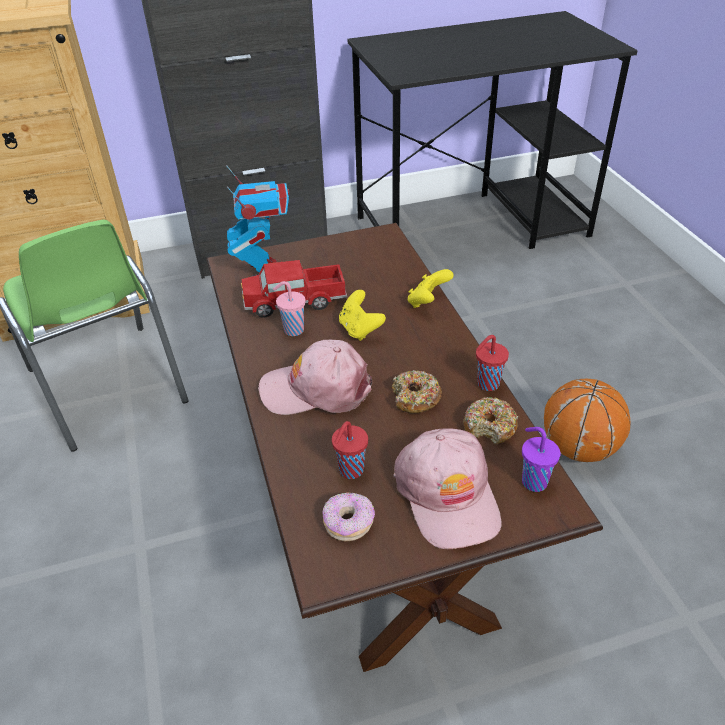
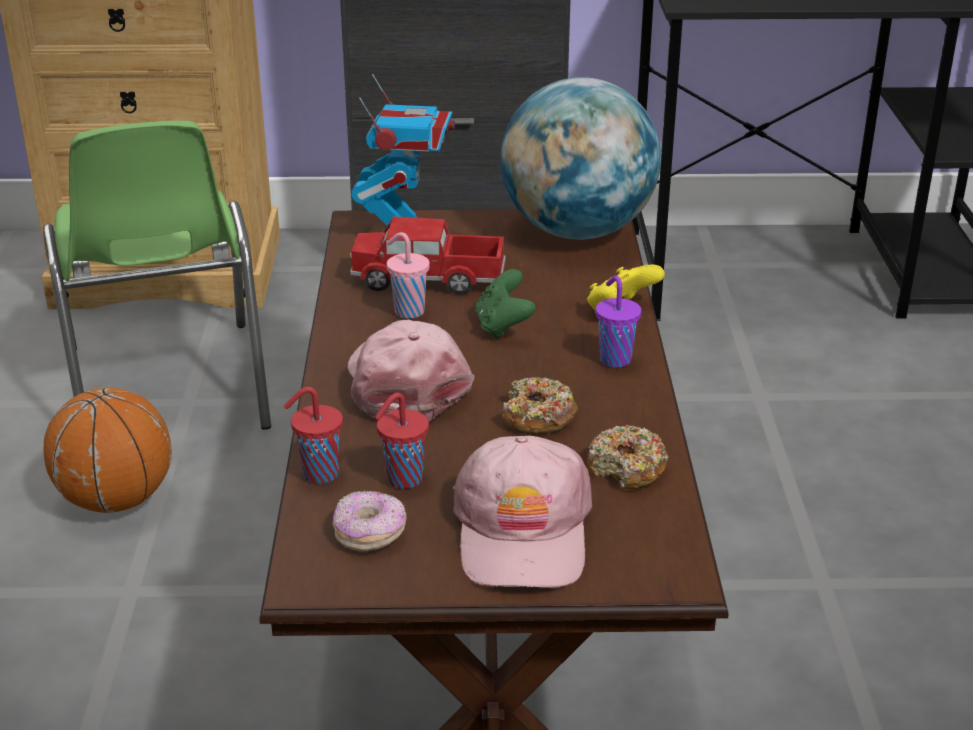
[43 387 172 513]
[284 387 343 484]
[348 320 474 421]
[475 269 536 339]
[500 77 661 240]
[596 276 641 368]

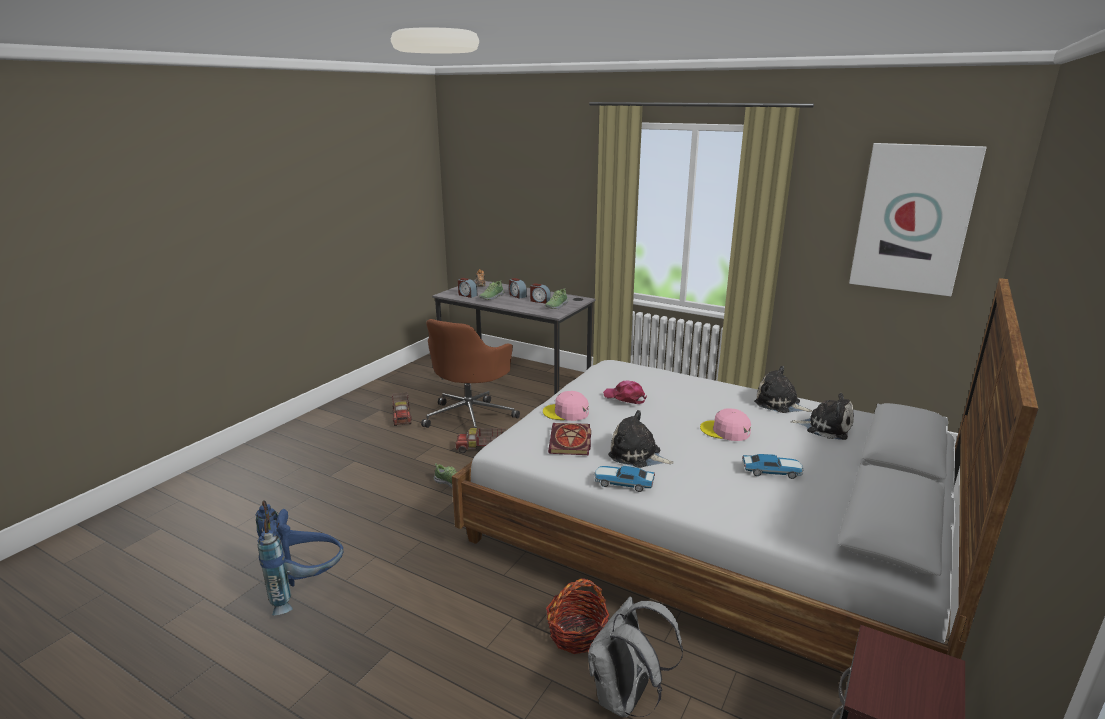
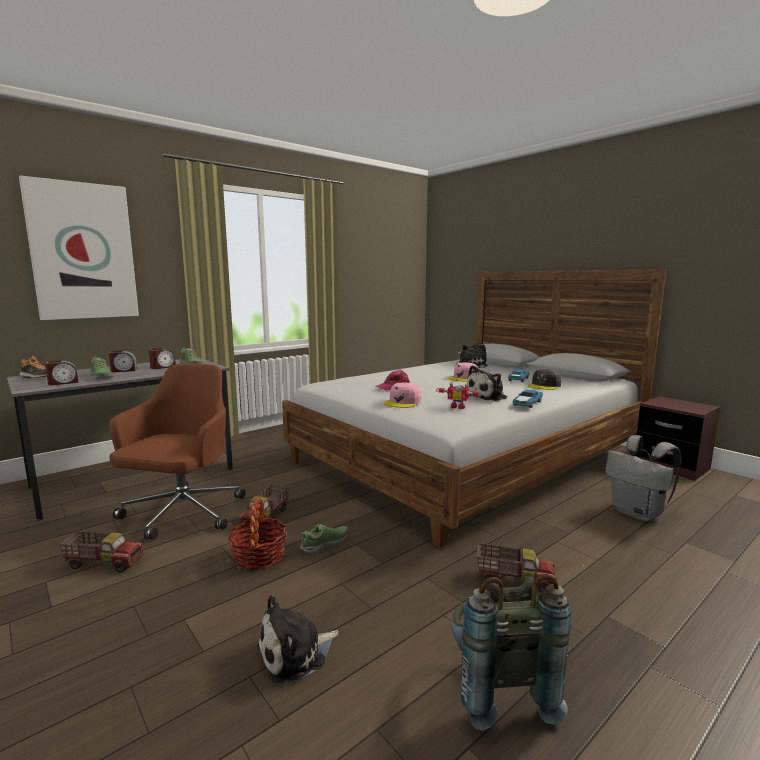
[19 175 139 320]
[109 363 246 540]
[228 499 287 570]
[257 595 339 684]
[436 382 482 409]
[452 574 571 730]
[477 543 556 593]
[528 369 561 390]

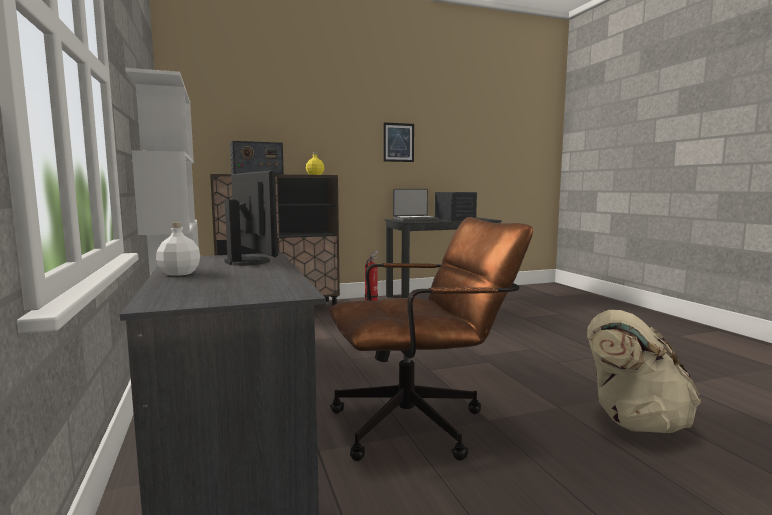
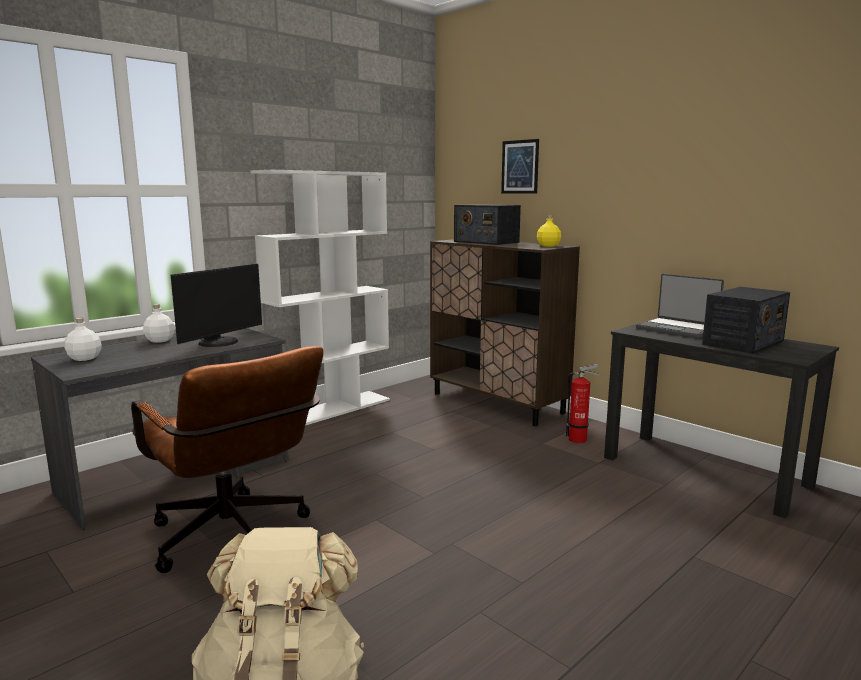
[64 318 102 361]
[501 139 539 194]

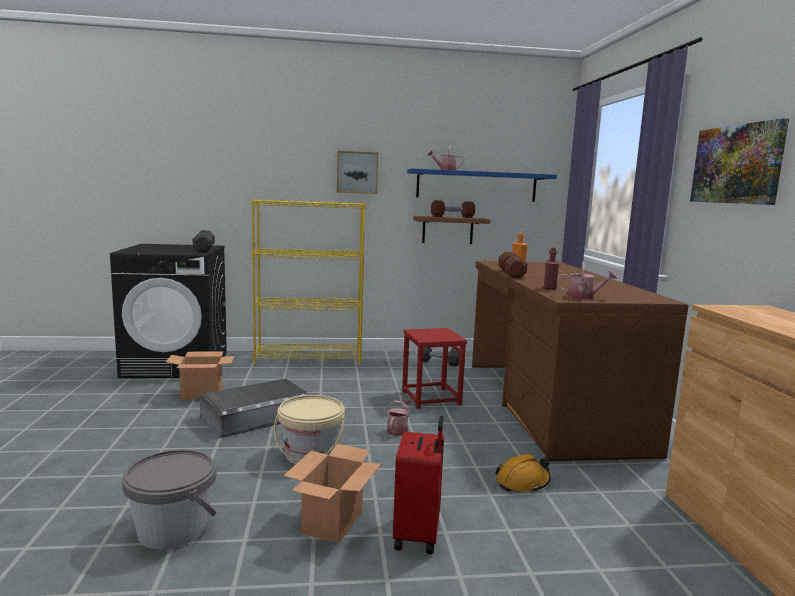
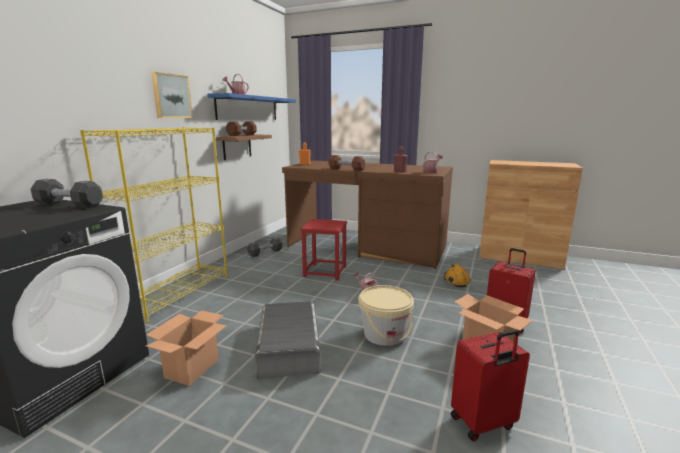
[451 330 530 441]
[690 118 789 205] (first image)

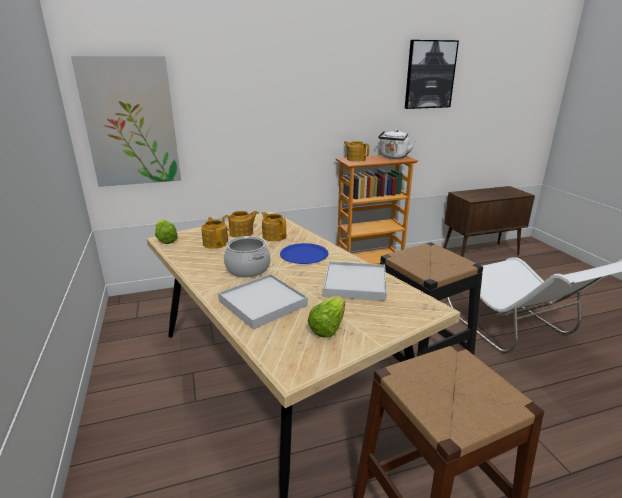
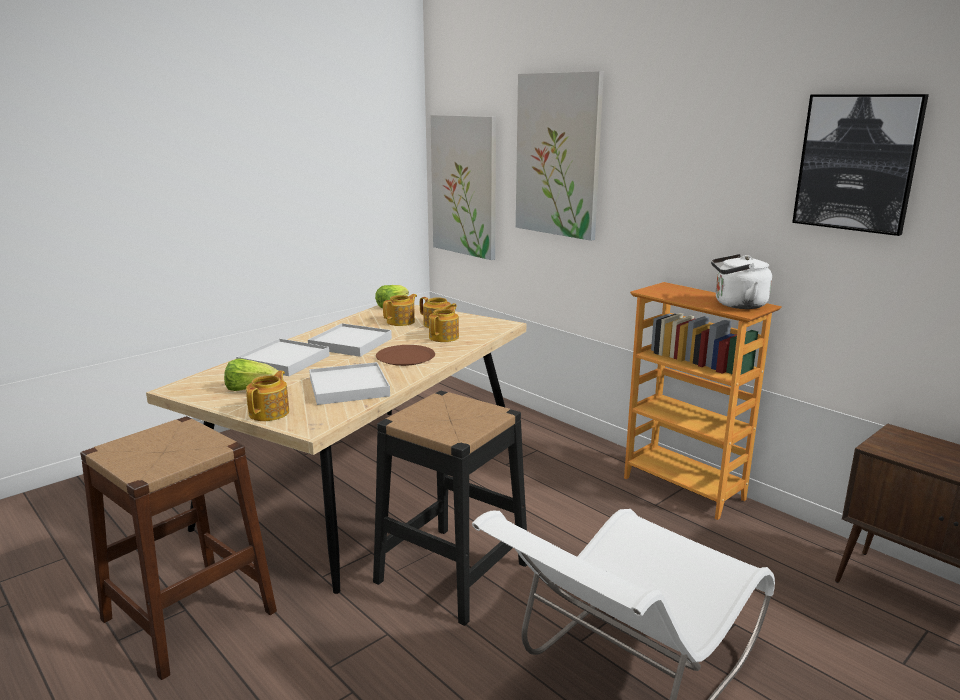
[246 371 289 421]
[308 323 392 357]
[376 345 435 366]
[516 71 604 241]

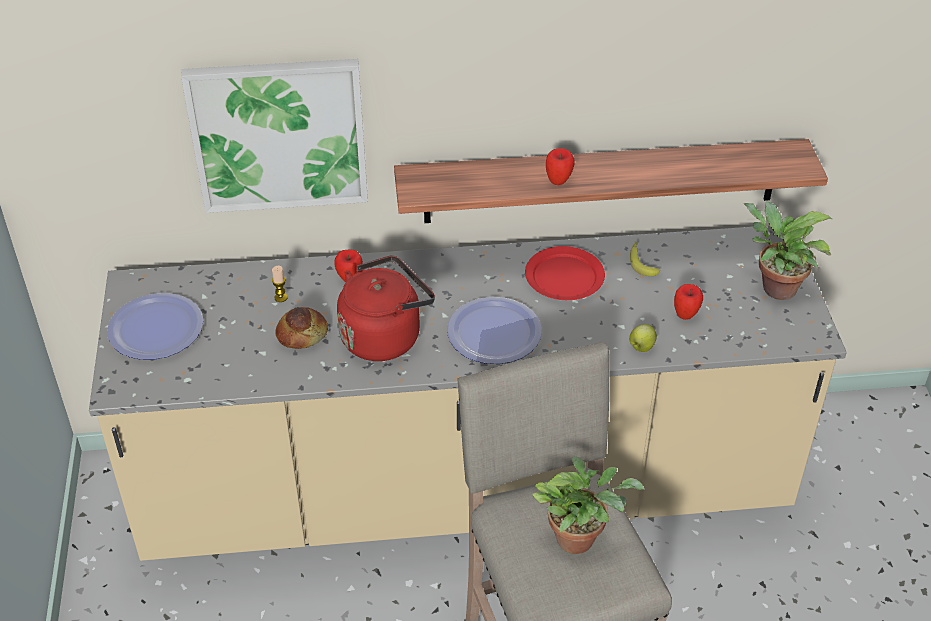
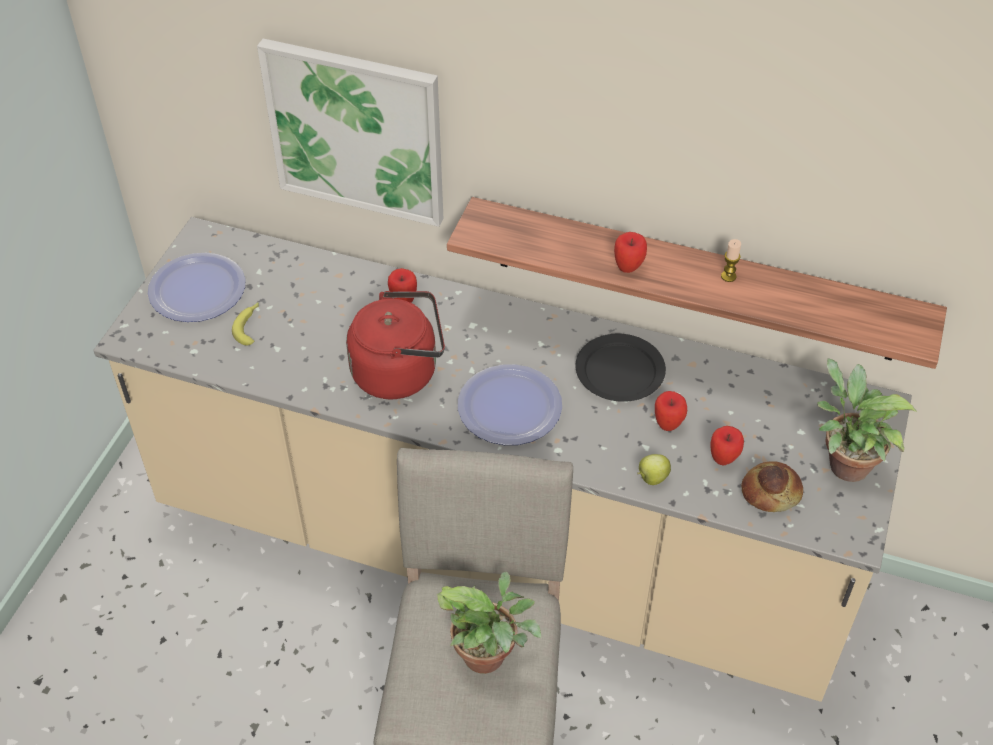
[232 302 259 345]
[575 334 666 402]
[655 391 687 431]
[721 239 741 282]
[741 461 803 512]

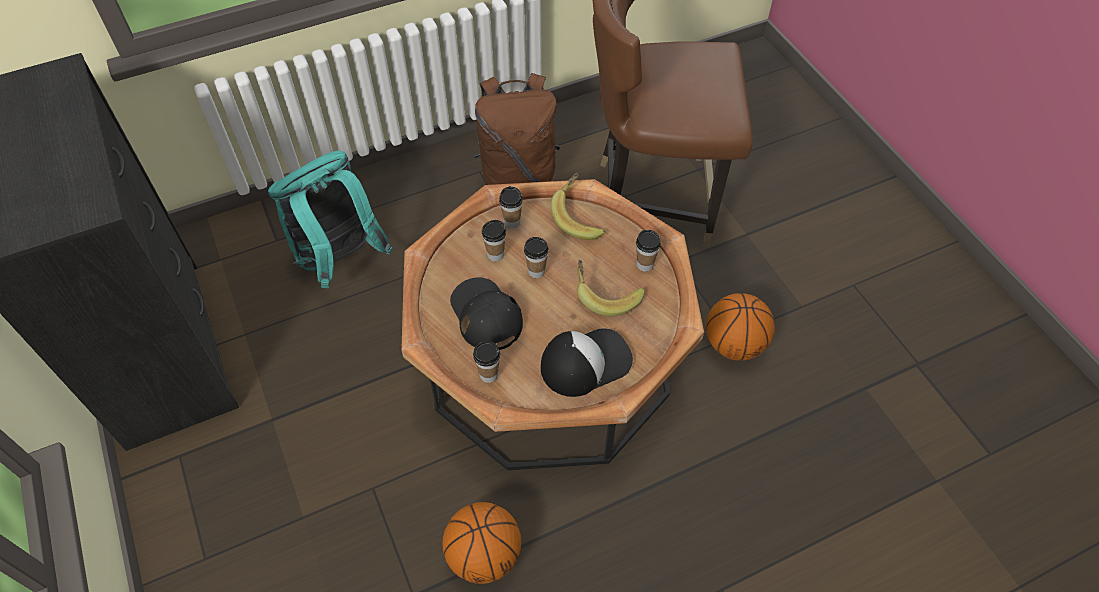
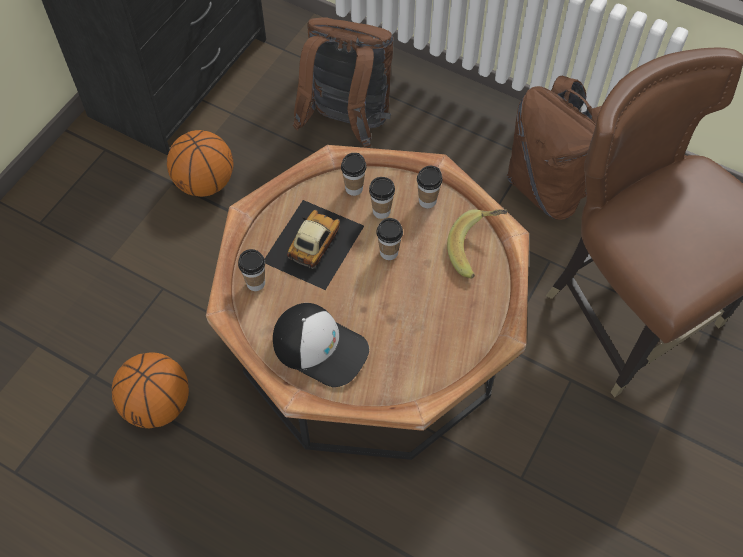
[167 130 233 197]
[265 200 364 290]
[293 17 394 148]
[341 153 366 196]
[577 260 645 316] (first image)

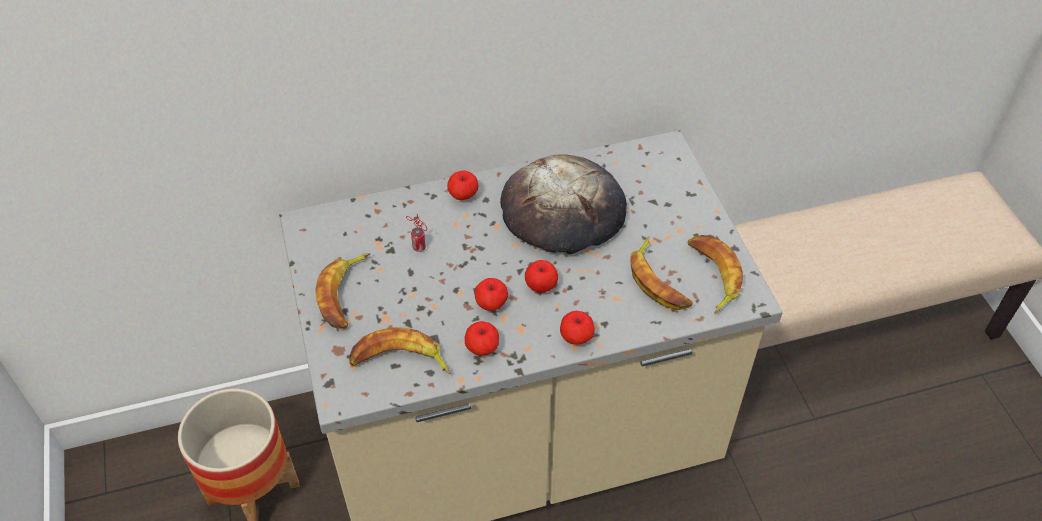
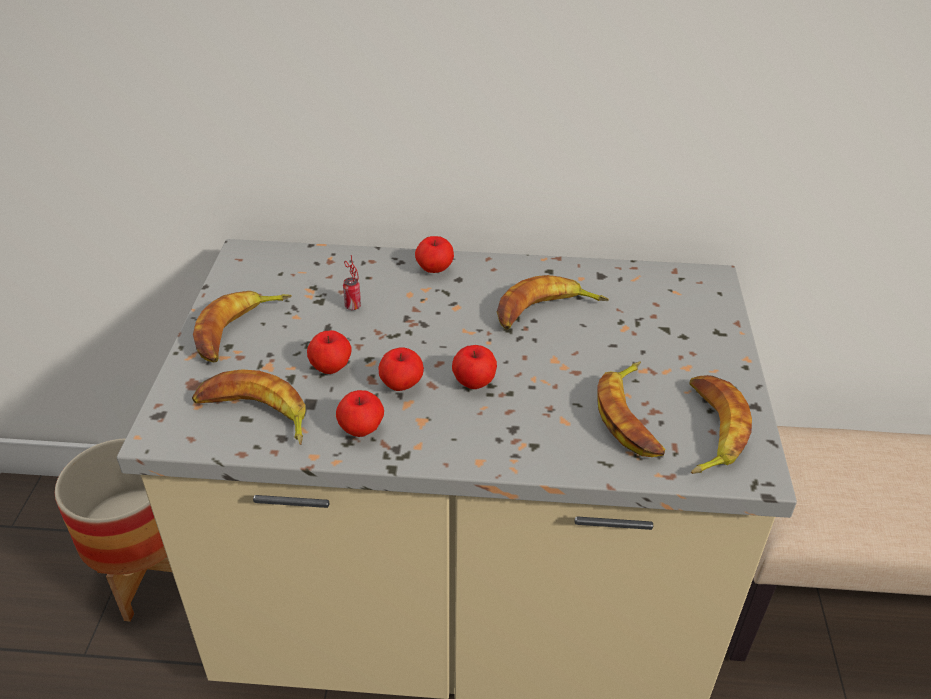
[307 330 352 374]
[497 275 609 330]

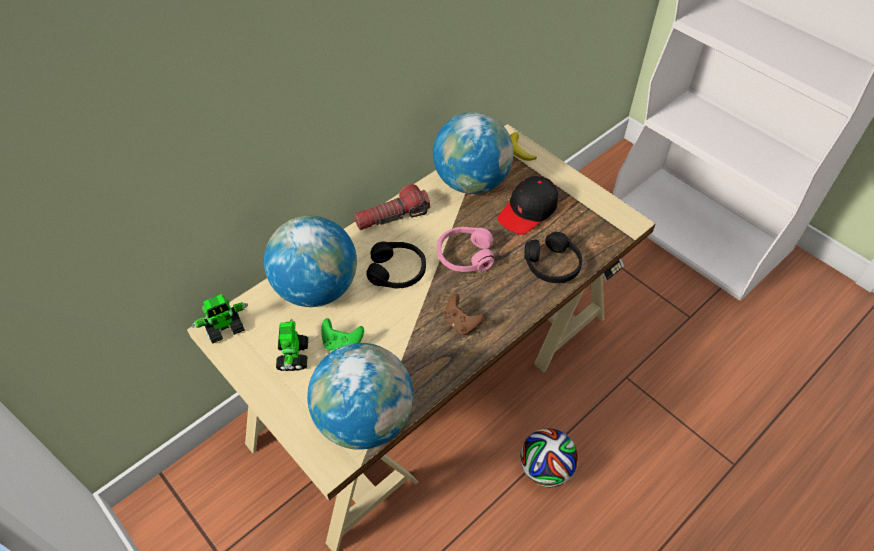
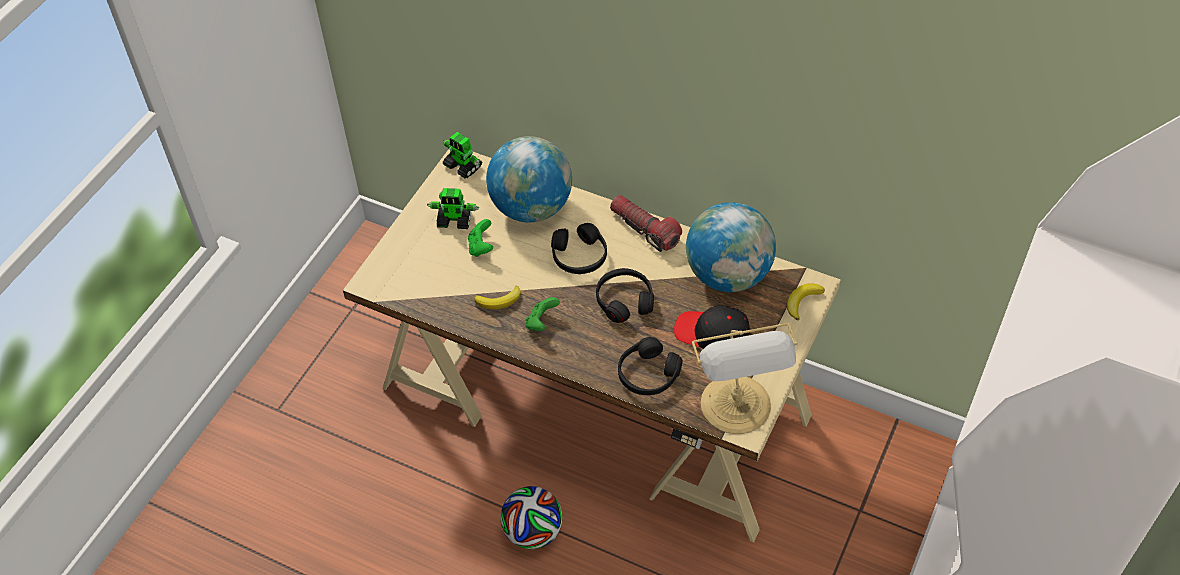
[427 188 479 229]
[474 286 521 309]
[525 297 560 331]
[596 268 654 323]
[692 323 798 434]
[307 343 413 450] (first image)

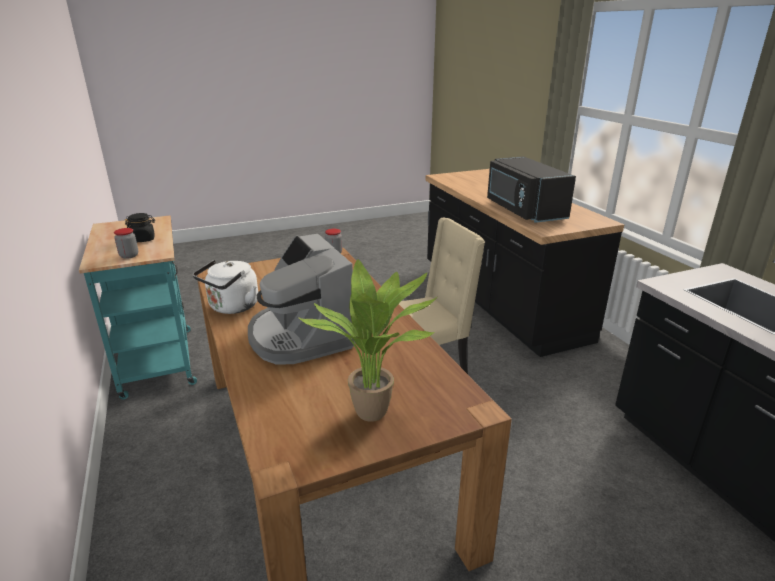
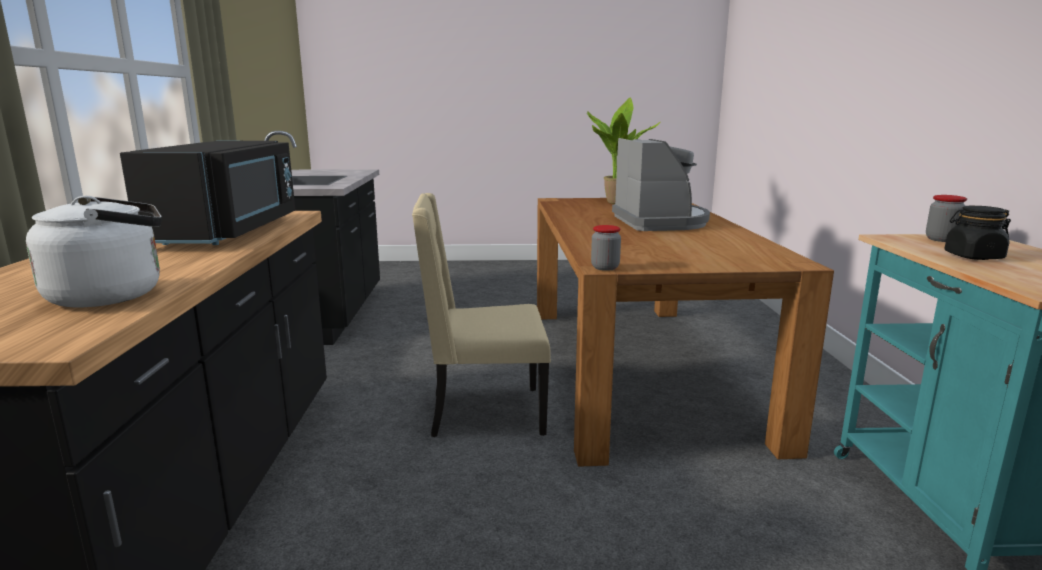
[26 196 162 307]

